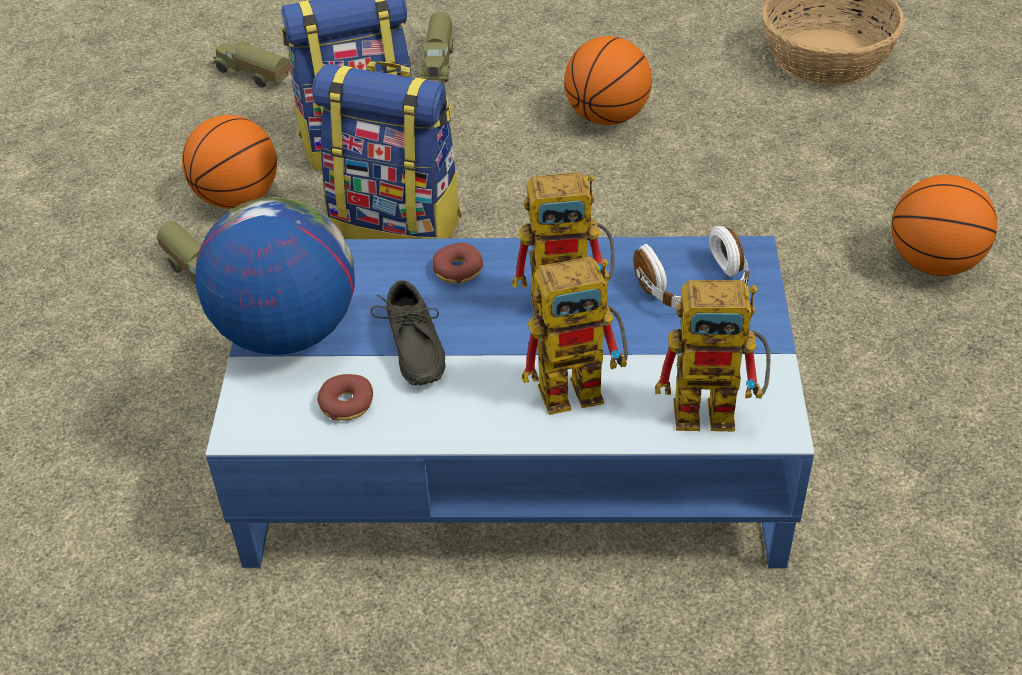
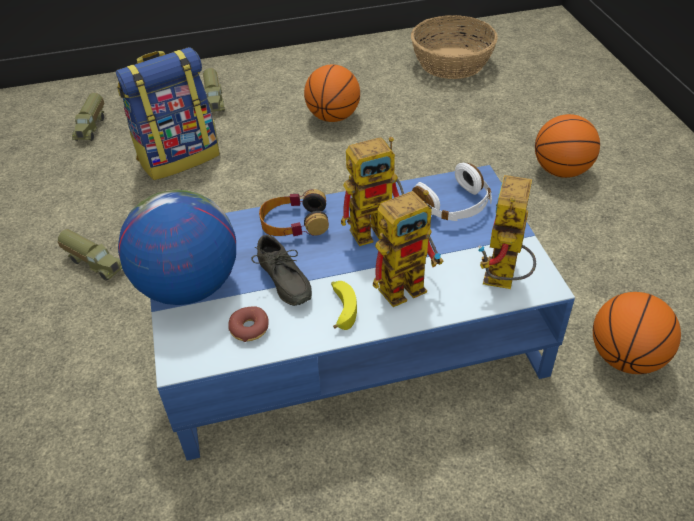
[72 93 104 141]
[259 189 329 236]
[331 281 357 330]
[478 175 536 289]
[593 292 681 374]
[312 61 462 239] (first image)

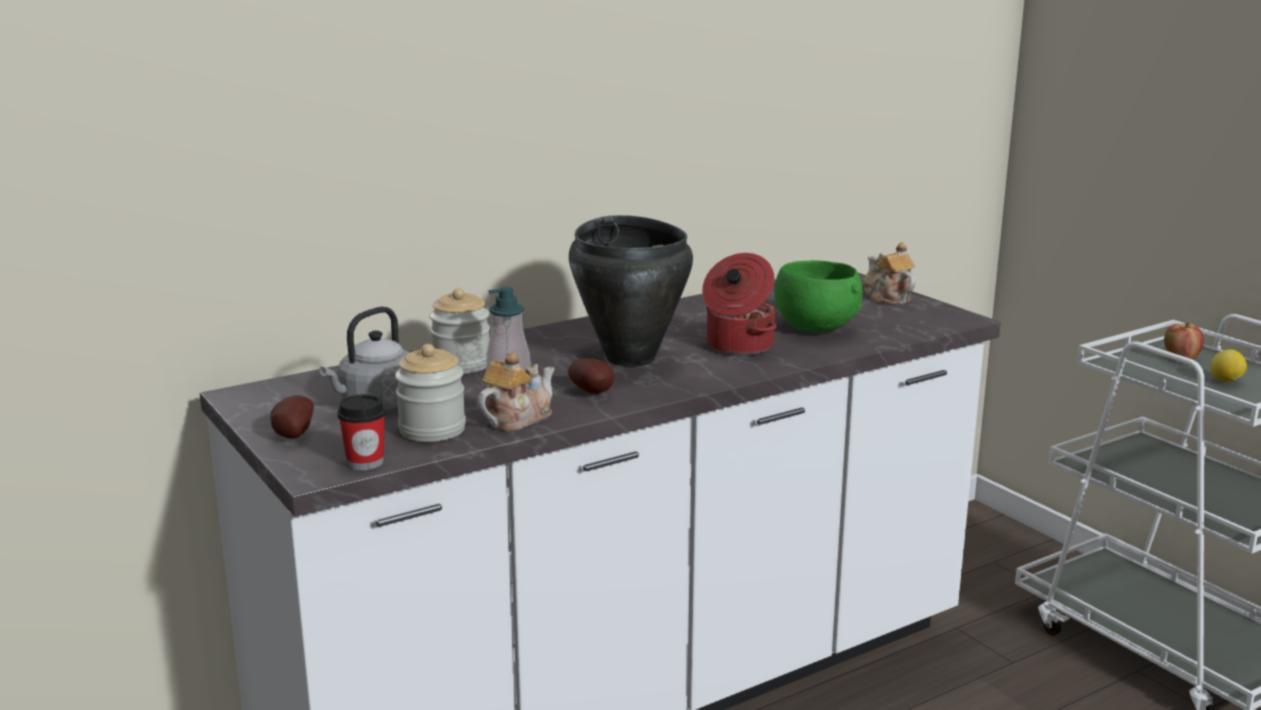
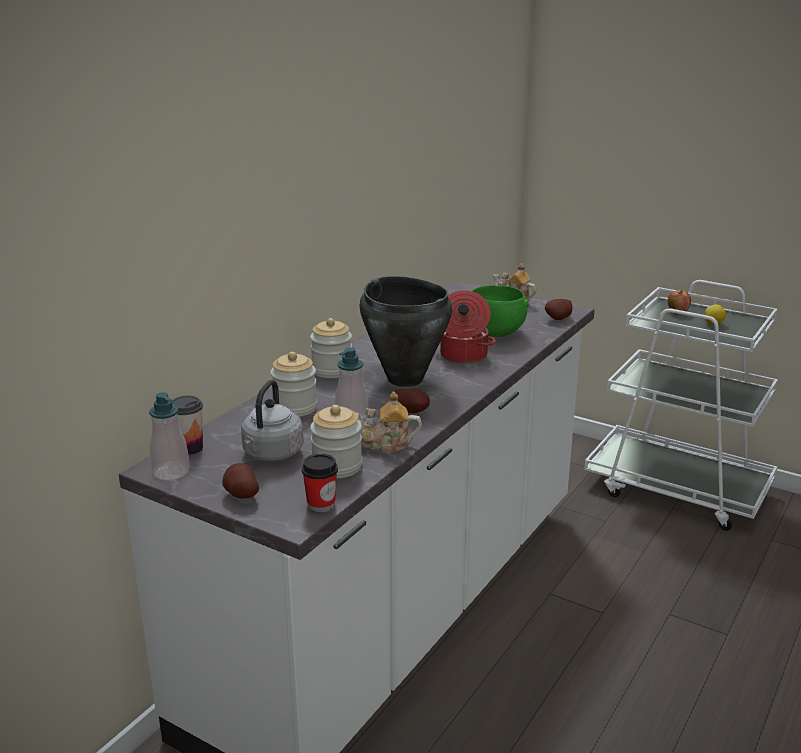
[149 392 190 481]
[172 396 203 455]
[310 318 352 378]
[356 392 422 454]
[545 299 573 320]

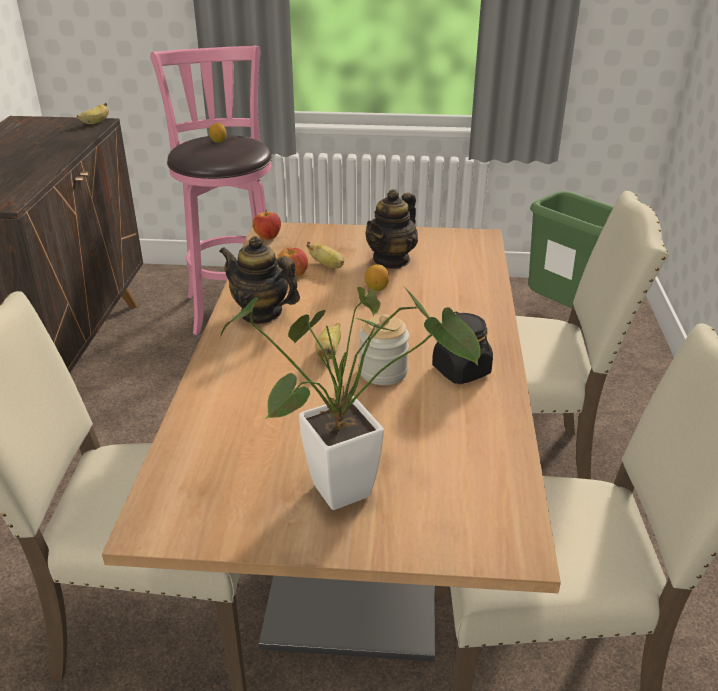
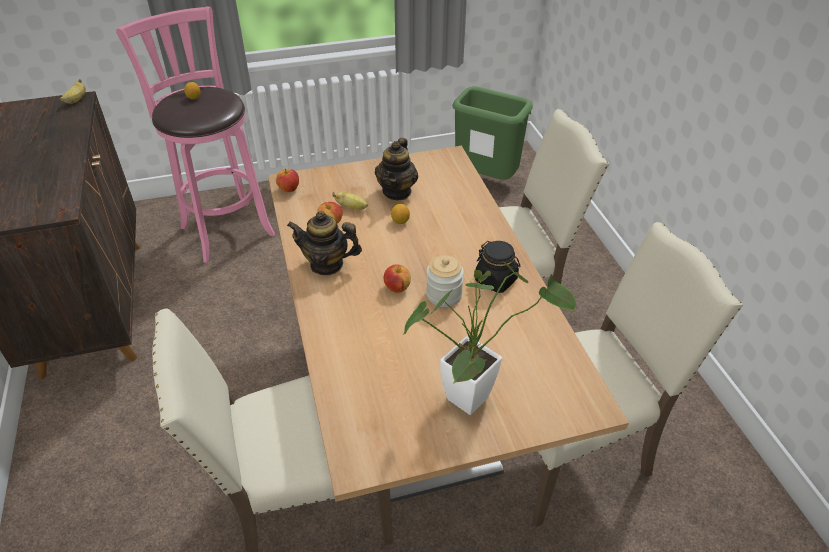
[384 264 411 293]

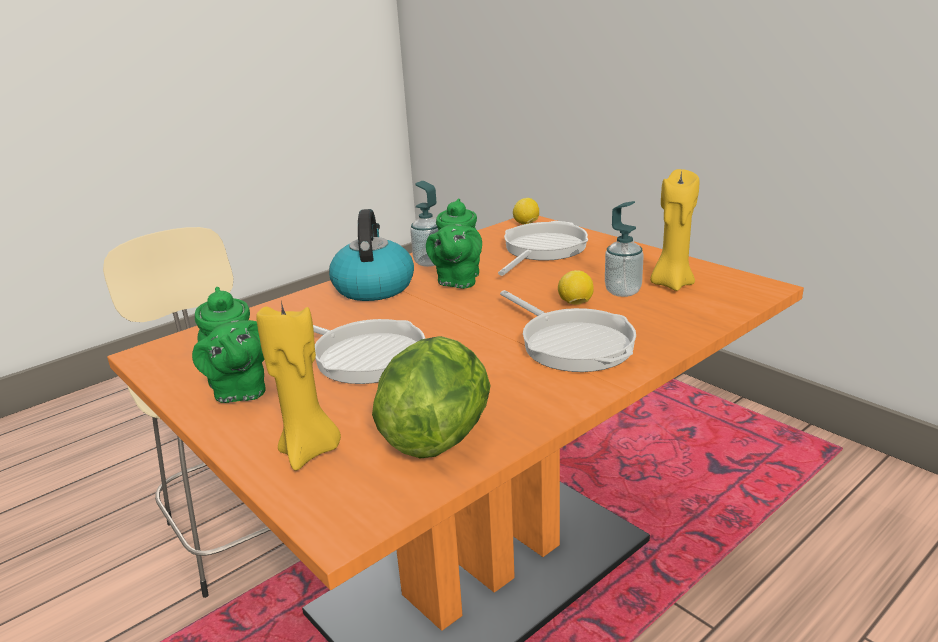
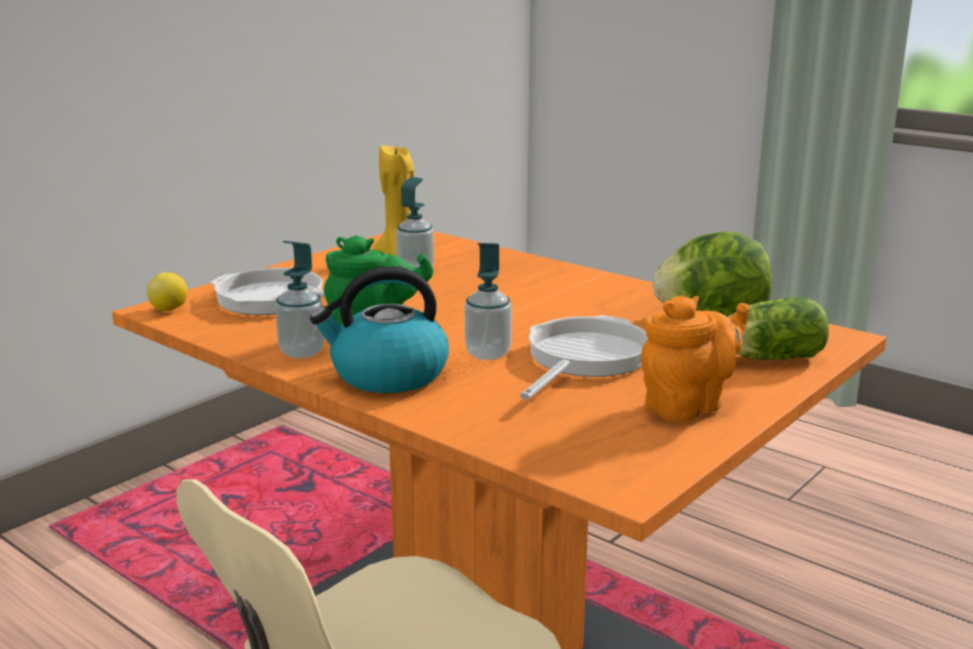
[465 243 512 360]
[641 295 749 422]
[728 297 829 360]
[500 290 636 372] (first image)
[558 270 594 305] (first image)

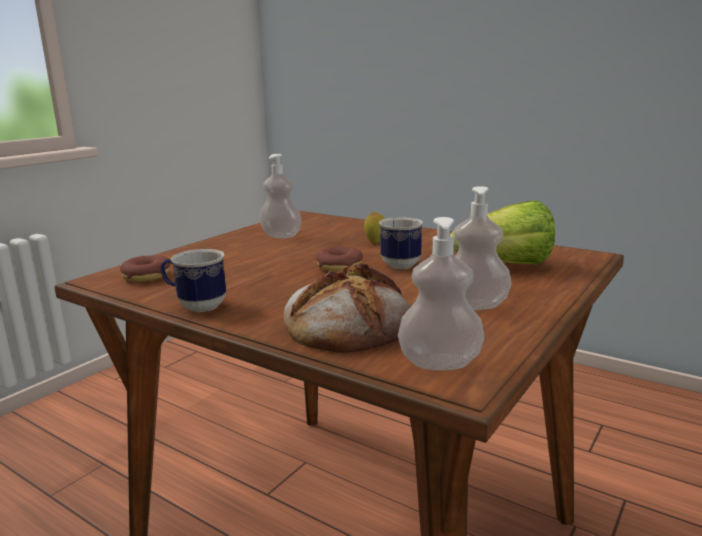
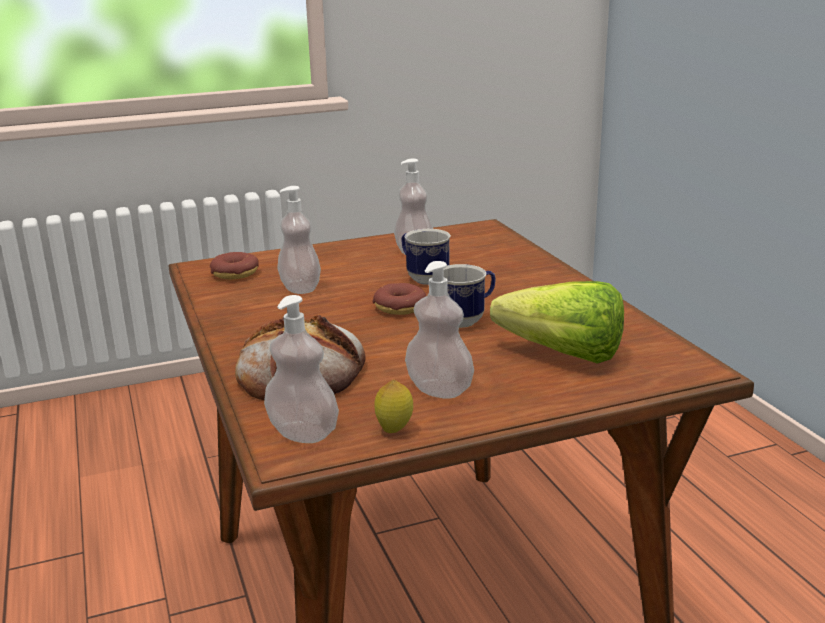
[278 186 321 294]
[374 380 413 433]
[401 229 451 285]

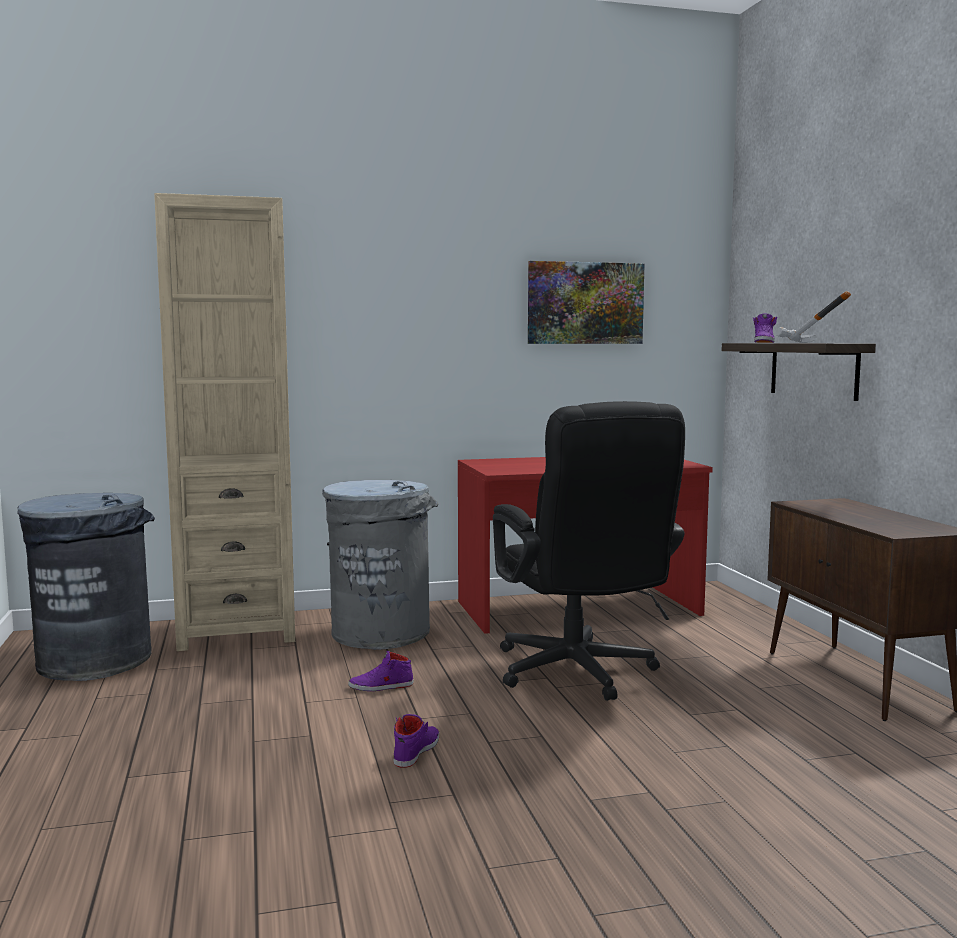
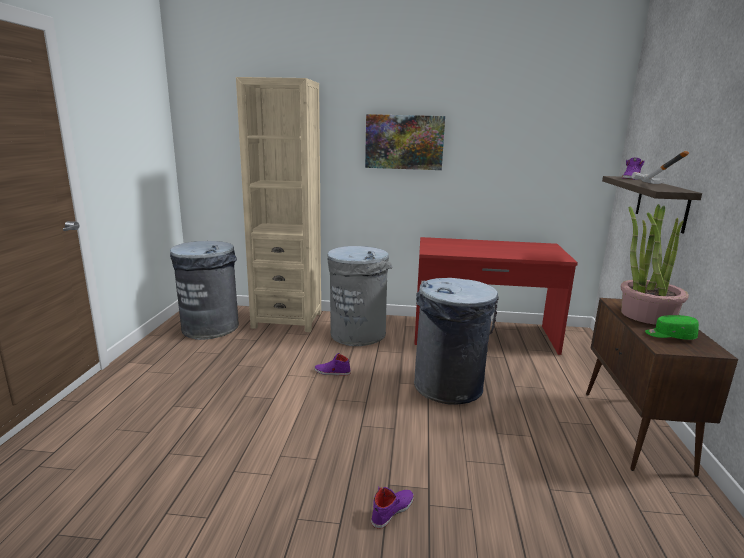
[365 114 445 170]
[371 487 414 529]
[414 278 499 405]
[620 204 689 325]
[645 315 699 340]

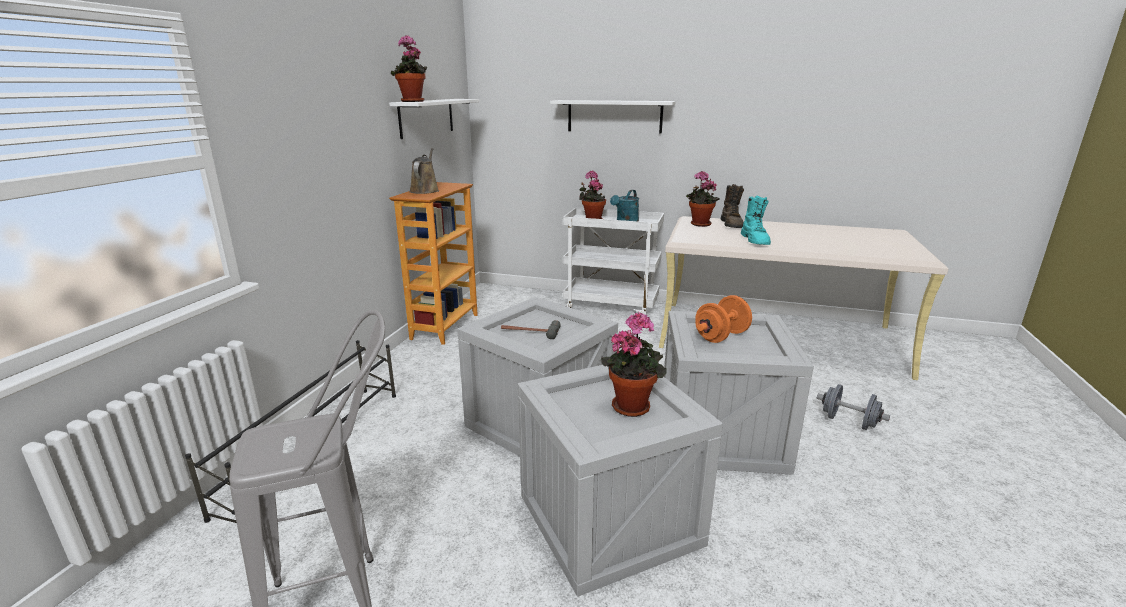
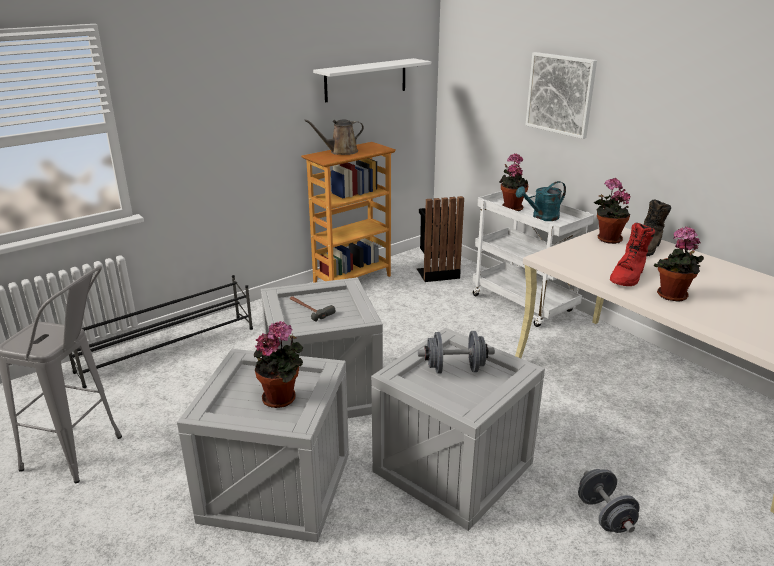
[304 119 364 155]
[417 196 464 282]
[418 331 495 374]
[526 52 597 139]
[610 223 655 286]
[654 226 704 302]

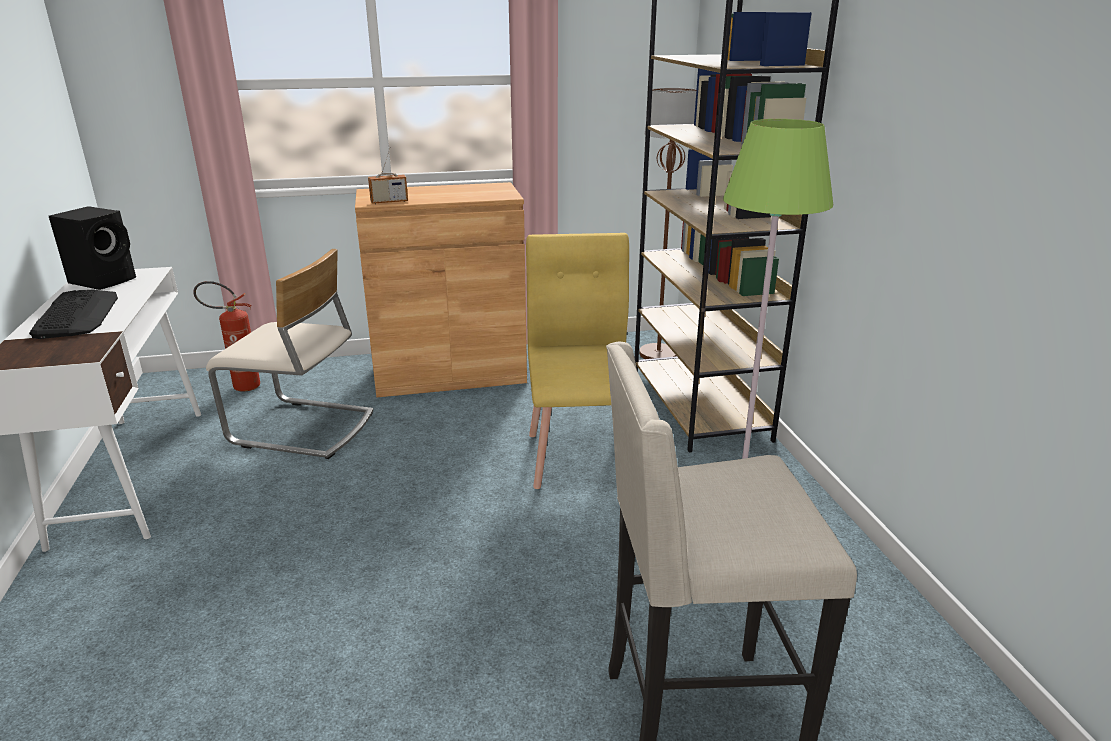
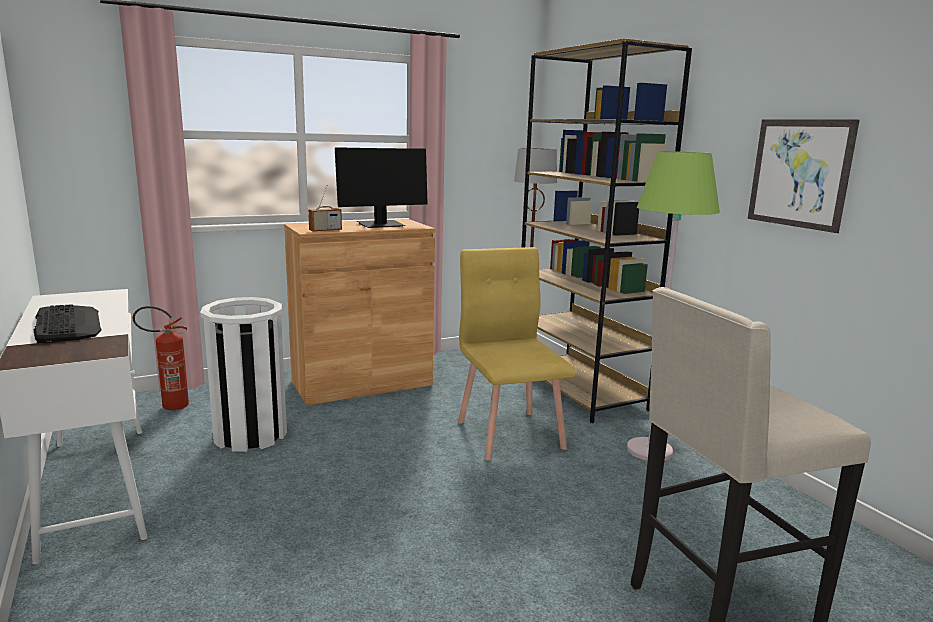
[200 297 287 452]
[335 147 428 228]
[748 119 860 233]
[49 206 136 290] (first image)

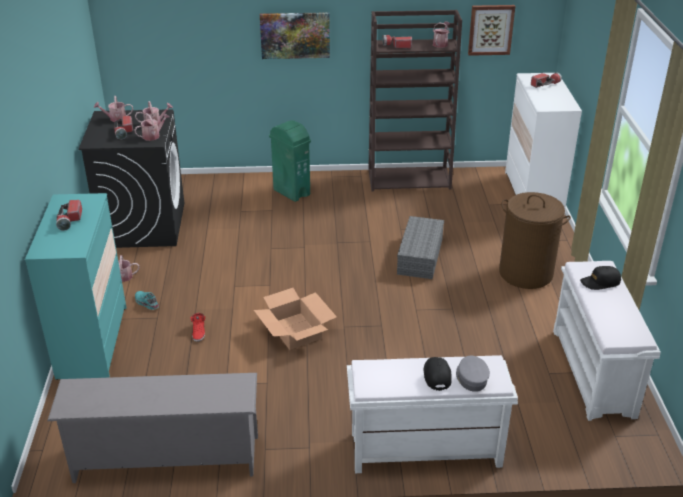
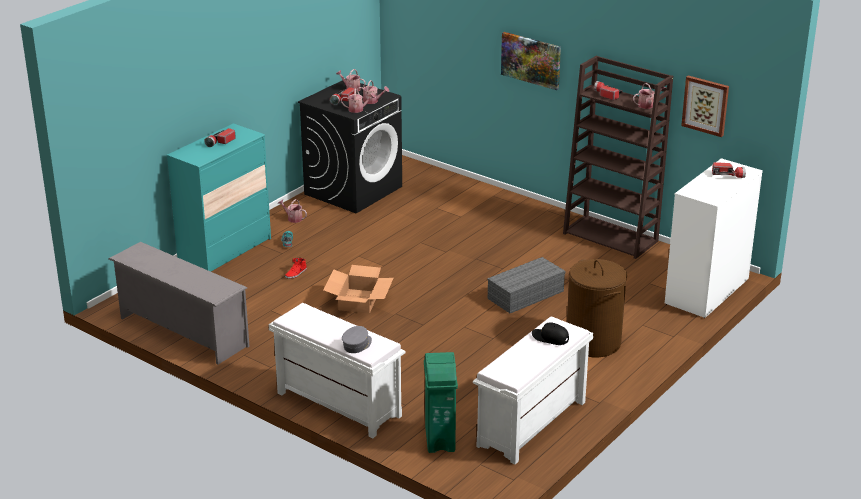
[424 352 458 453]
[423 357 452 391] (first image)

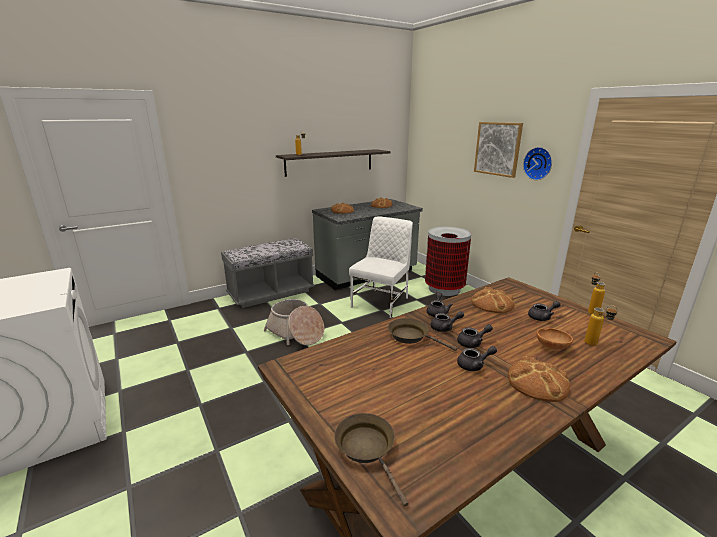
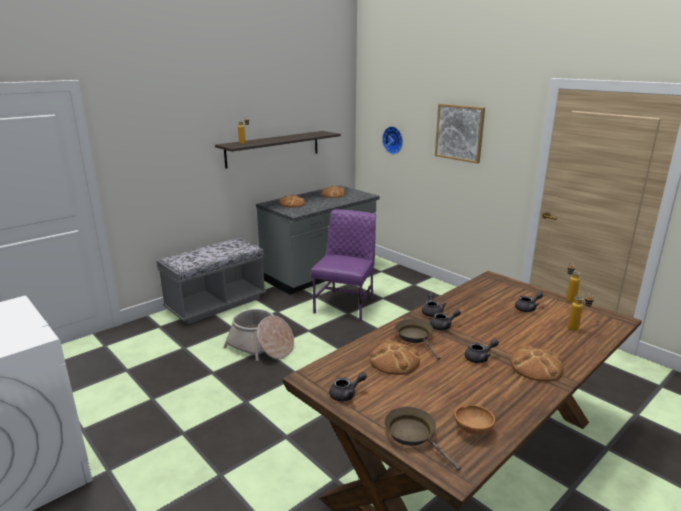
[311 209 376 321]
[329 372 367 401]
[370 339 420 375]
[382 126 403 154]
[395 319 440 360]
[454 405 495 435]
[425 227 471 296] (first image)

